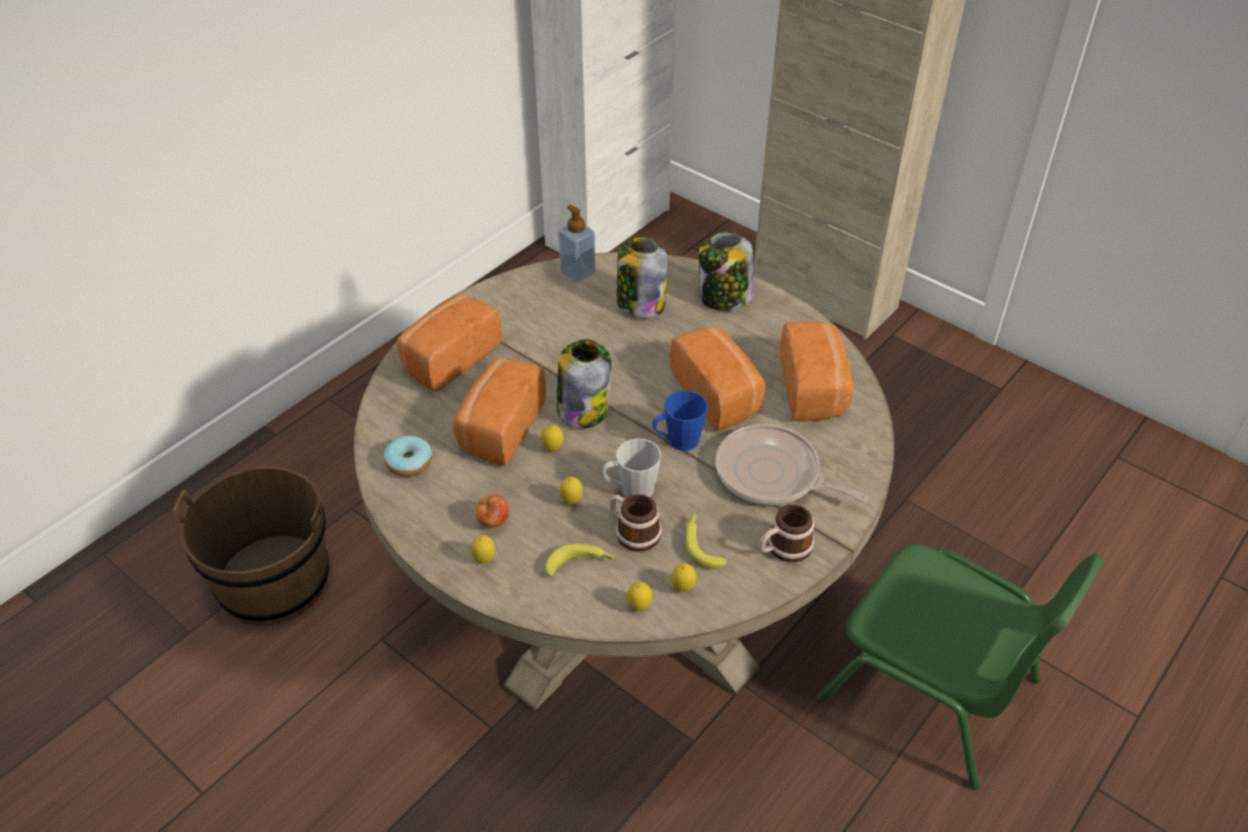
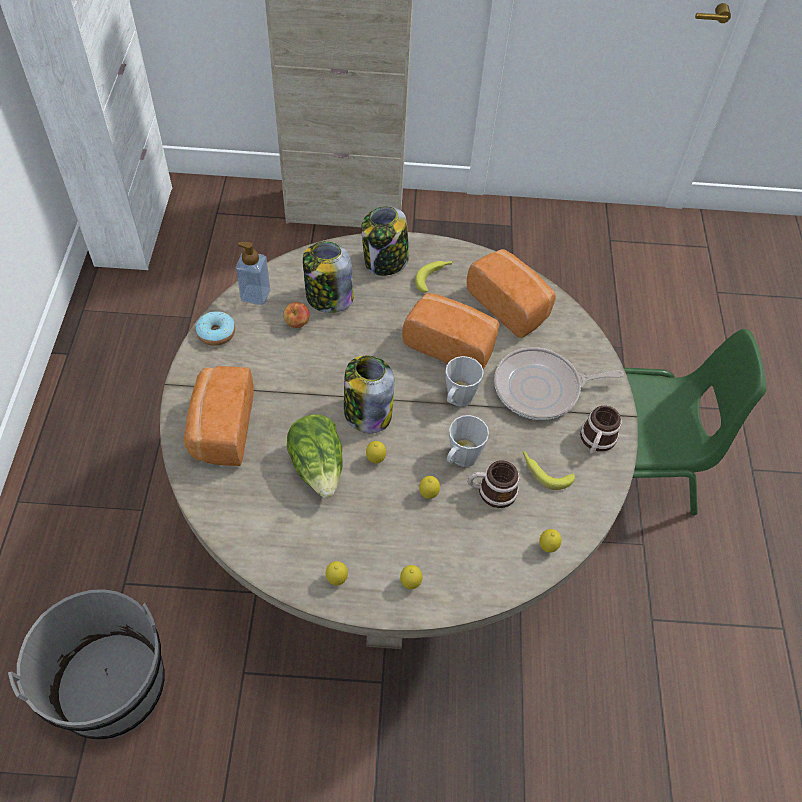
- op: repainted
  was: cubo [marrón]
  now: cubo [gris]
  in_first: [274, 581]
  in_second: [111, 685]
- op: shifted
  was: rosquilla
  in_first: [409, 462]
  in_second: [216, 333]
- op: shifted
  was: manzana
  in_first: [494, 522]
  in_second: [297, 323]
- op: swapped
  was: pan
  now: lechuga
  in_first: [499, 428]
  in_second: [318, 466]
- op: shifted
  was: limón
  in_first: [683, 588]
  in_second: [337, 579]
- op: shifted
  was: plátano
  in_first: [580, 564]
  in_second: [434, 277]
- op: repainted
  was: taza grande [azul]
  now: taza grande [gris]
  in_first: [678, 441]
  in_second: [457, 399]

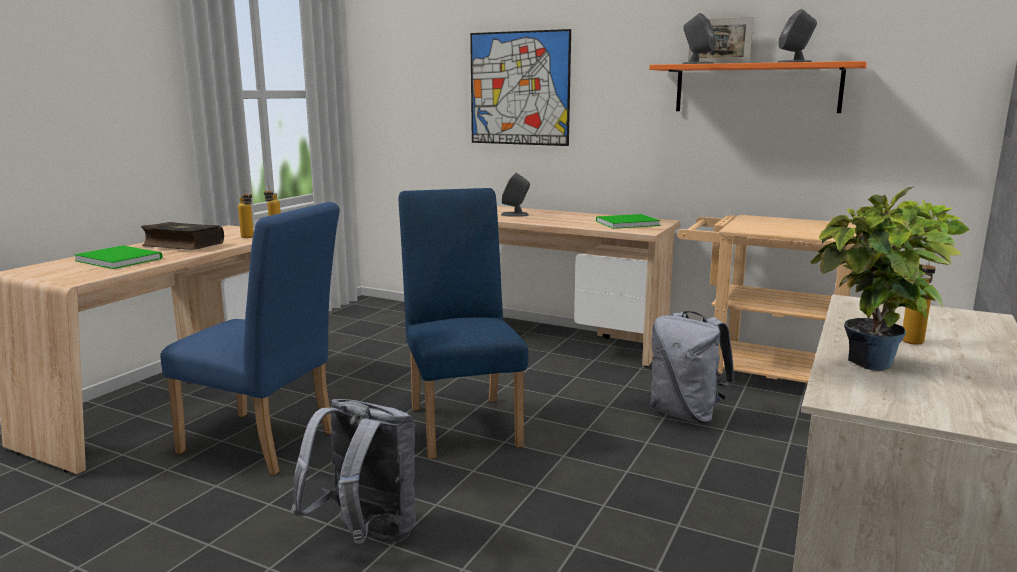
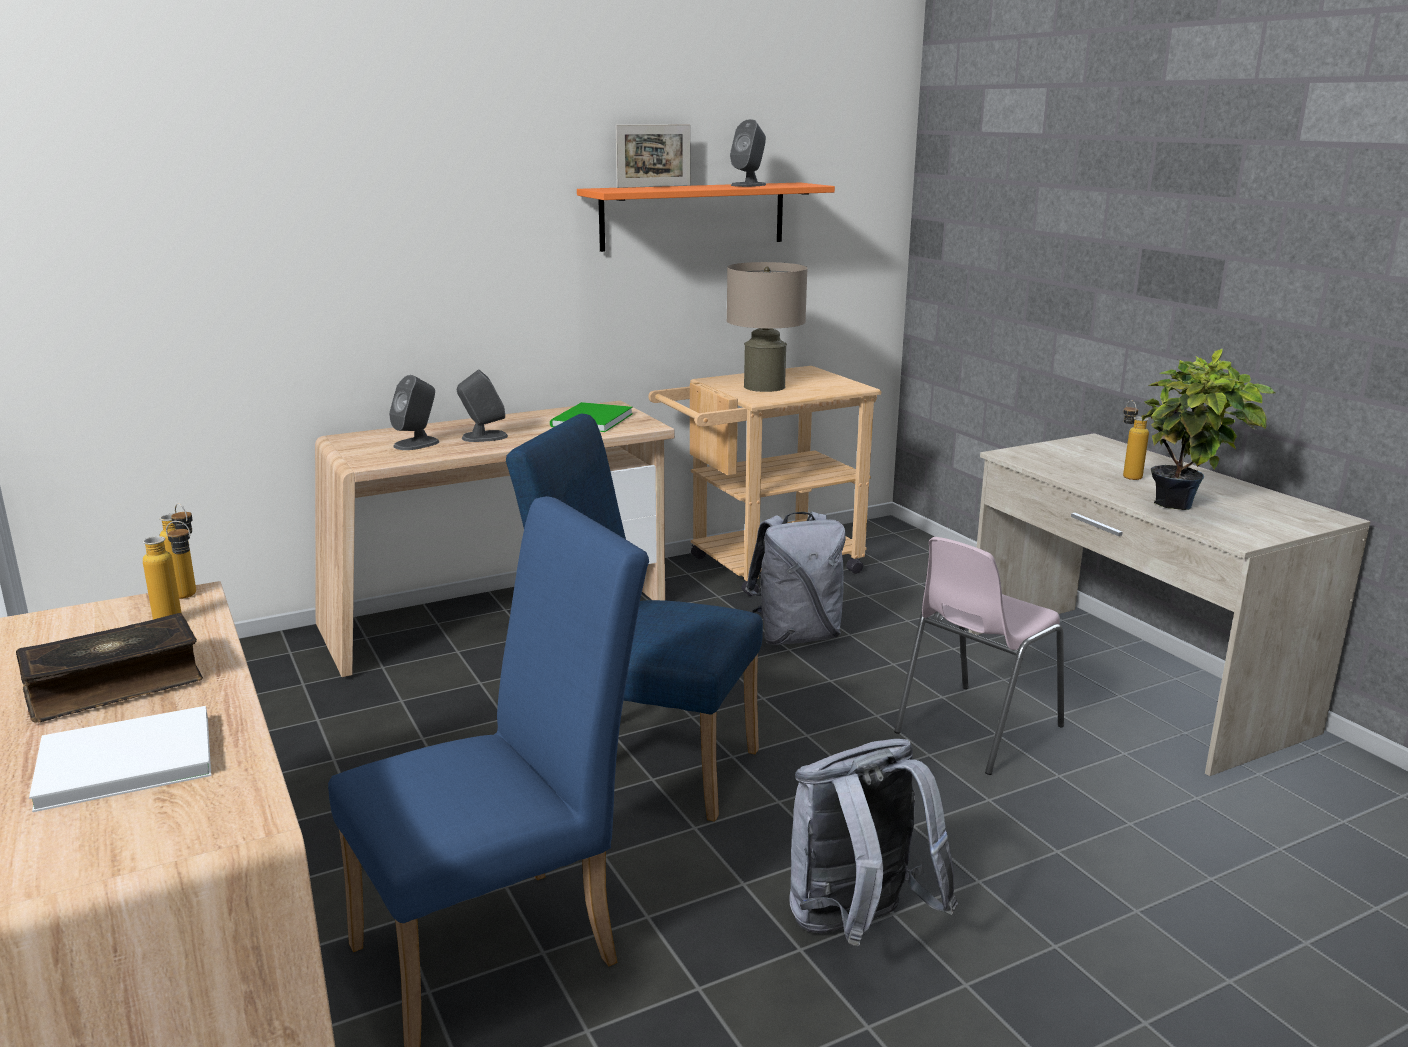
- op: repainted
  was: libro [verde]
  now: libro [blanco]
  in_first: [119, 259]
  in_second: [121, 760]
- op: shifted
  was: altavoz [gris]
  in_first: [697, 64]
  in_second: [484, 437]
- op: new
  now: lámpara de mesa [beis]
  in_second: [764, 386]
- op: new
  now: silla [rosa]
  in_second: [975, 729]
- op: gone
  was: cuadro
  in_first: [519, 88]

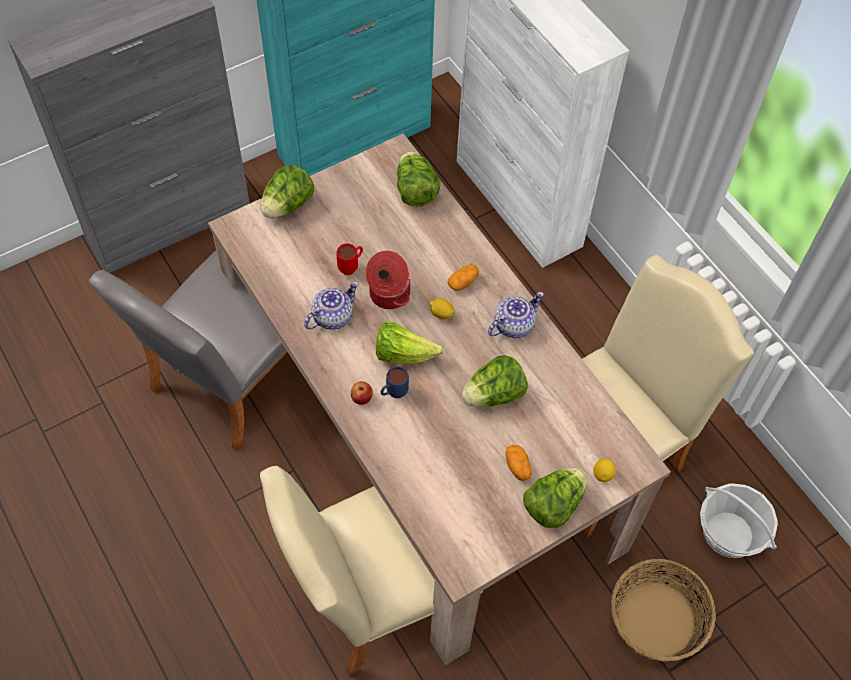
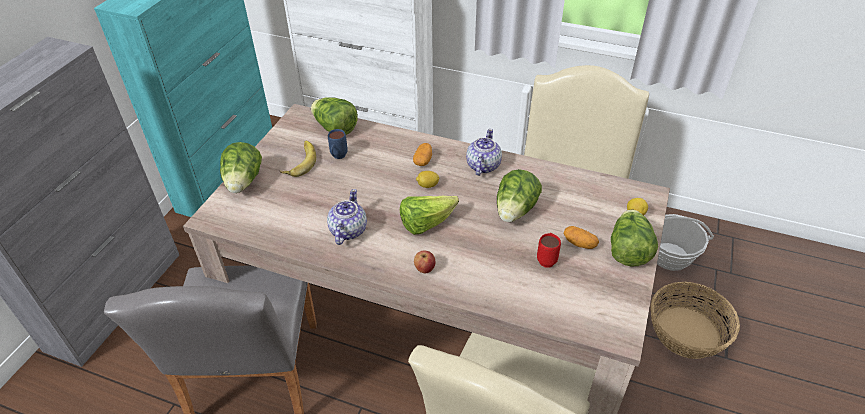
- op: new
  now: plátano
  in_second: [299, 161]
- op: shifted
  was: taza grande [azul]
  in_first: [393, 394]
  in_second: [338, 157]
- op: shifted
  was: taza grande [rojo]
  in_first: [351, 267]
  in_second: [547, 259]
- op: gone
  was: olla
  in_first: [388, 294]

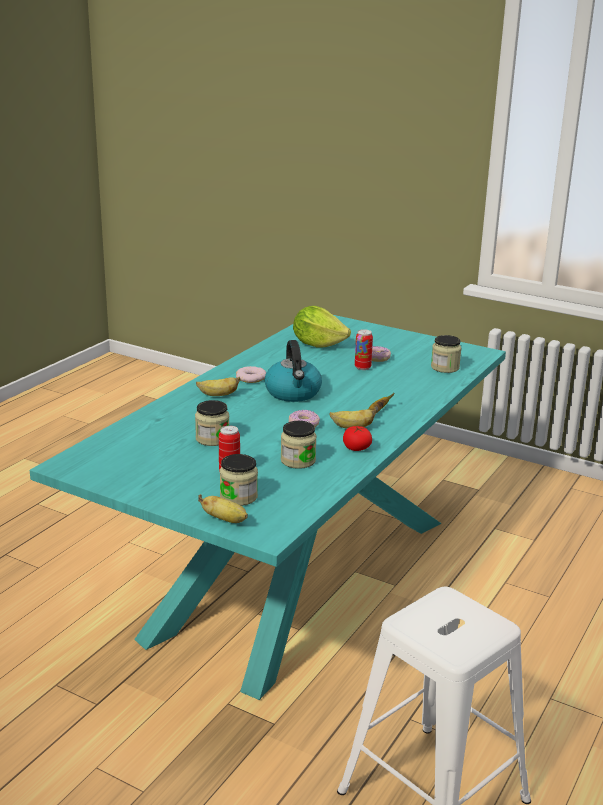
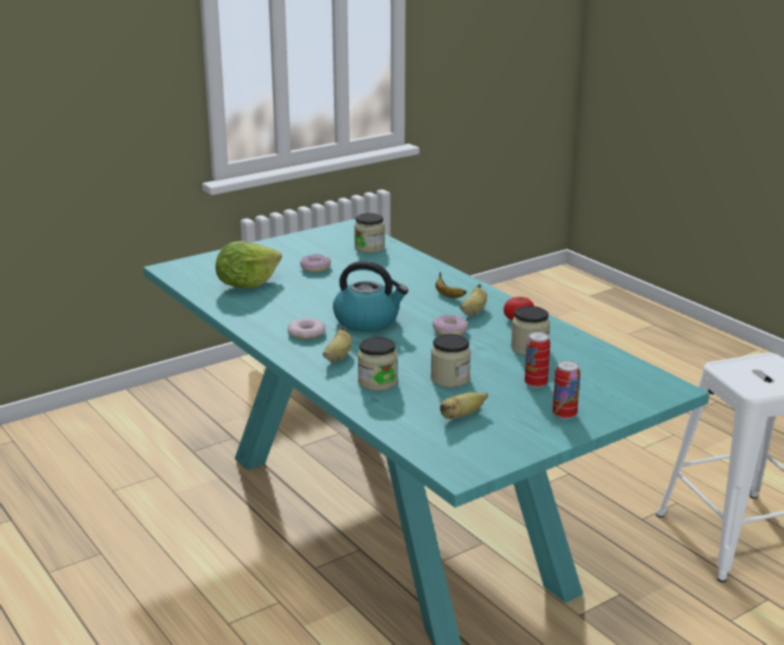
- op: shifted
  was: tarro
  in_first: [238, 497]
  in_second: [377, 382]
- op: shifted
  was: plátano
  in_first: [225, 520]
  in_second: [461, 416]
- op: shifted
  was: lata
  in_first: [362, 367]
  in_second: [564, 415]

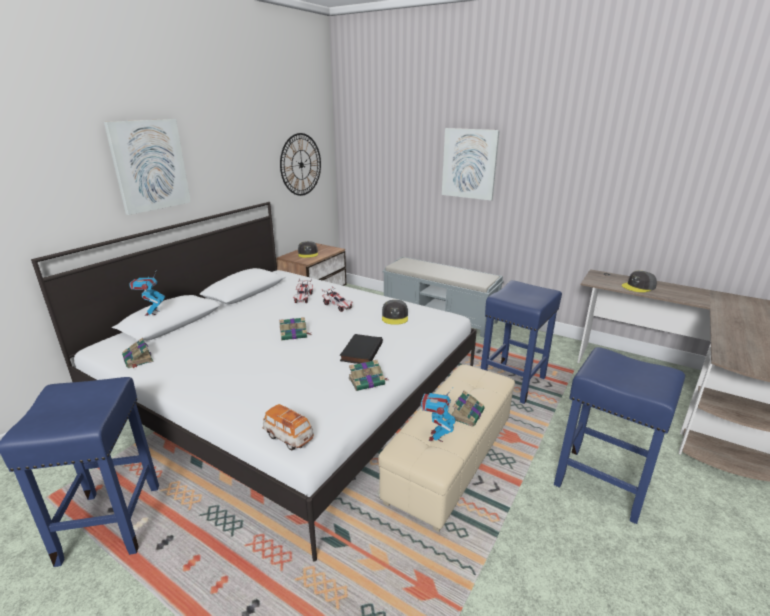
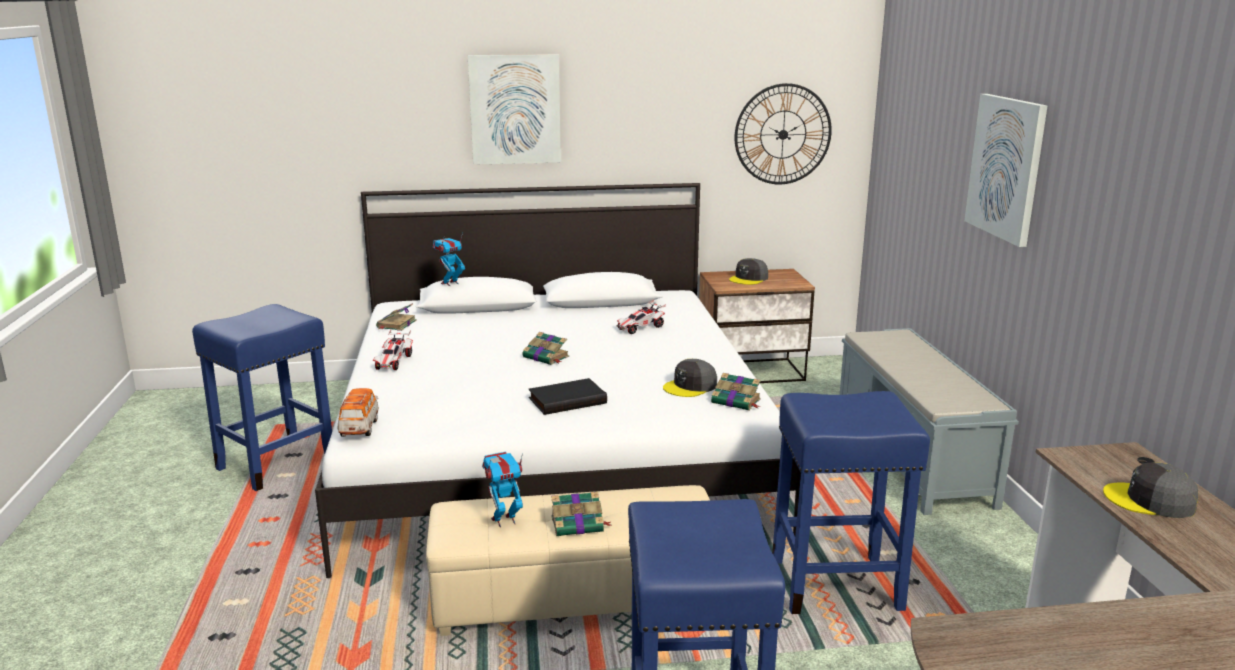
- op: shifted
  was: coche de juguete
  in_first: [338, 306]
  in_second: [393, 362]
- op: shifted
  was: libro
  in_first: [367, 381]
  in_second: [737, 401]

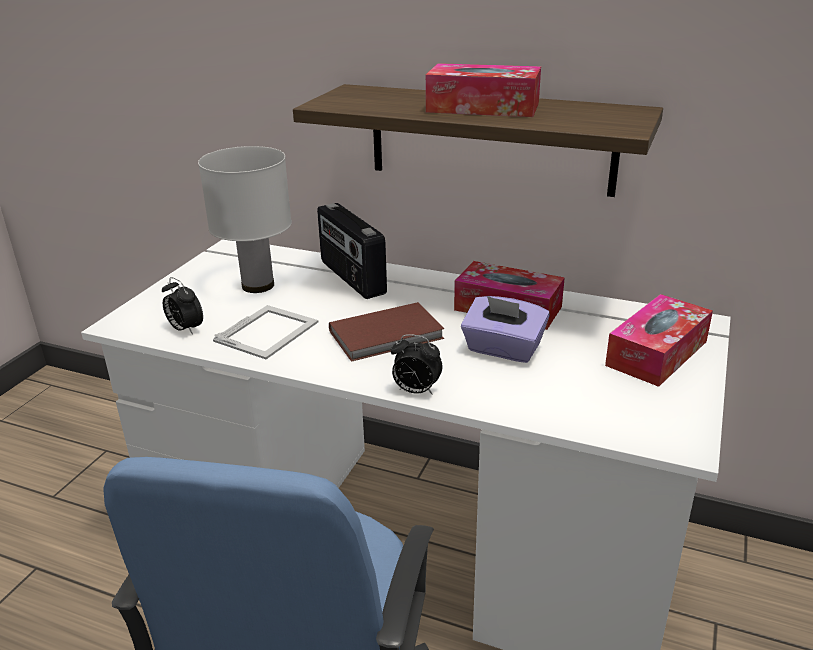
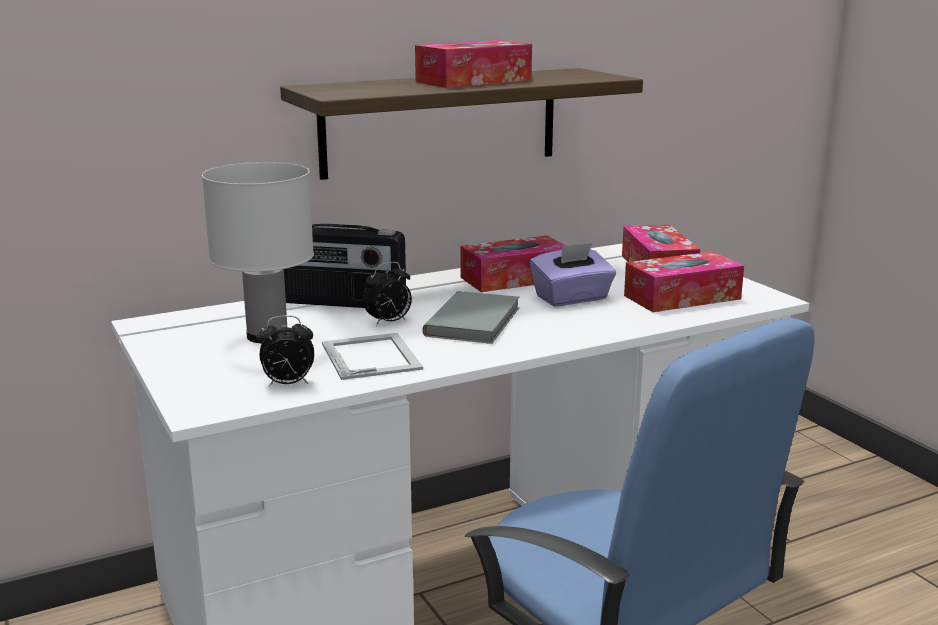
- op: shifted
  was: despertador
  in_first: [415, 391]
  in_second: [388, 322]
- op: repainted
  was: libro [marrón]
  now: libro [gris]
  in_first: [388, 335]
  in_second: [476, 321]
- op: new
  now: caja de pañuelos
  in_second: [682, 297]

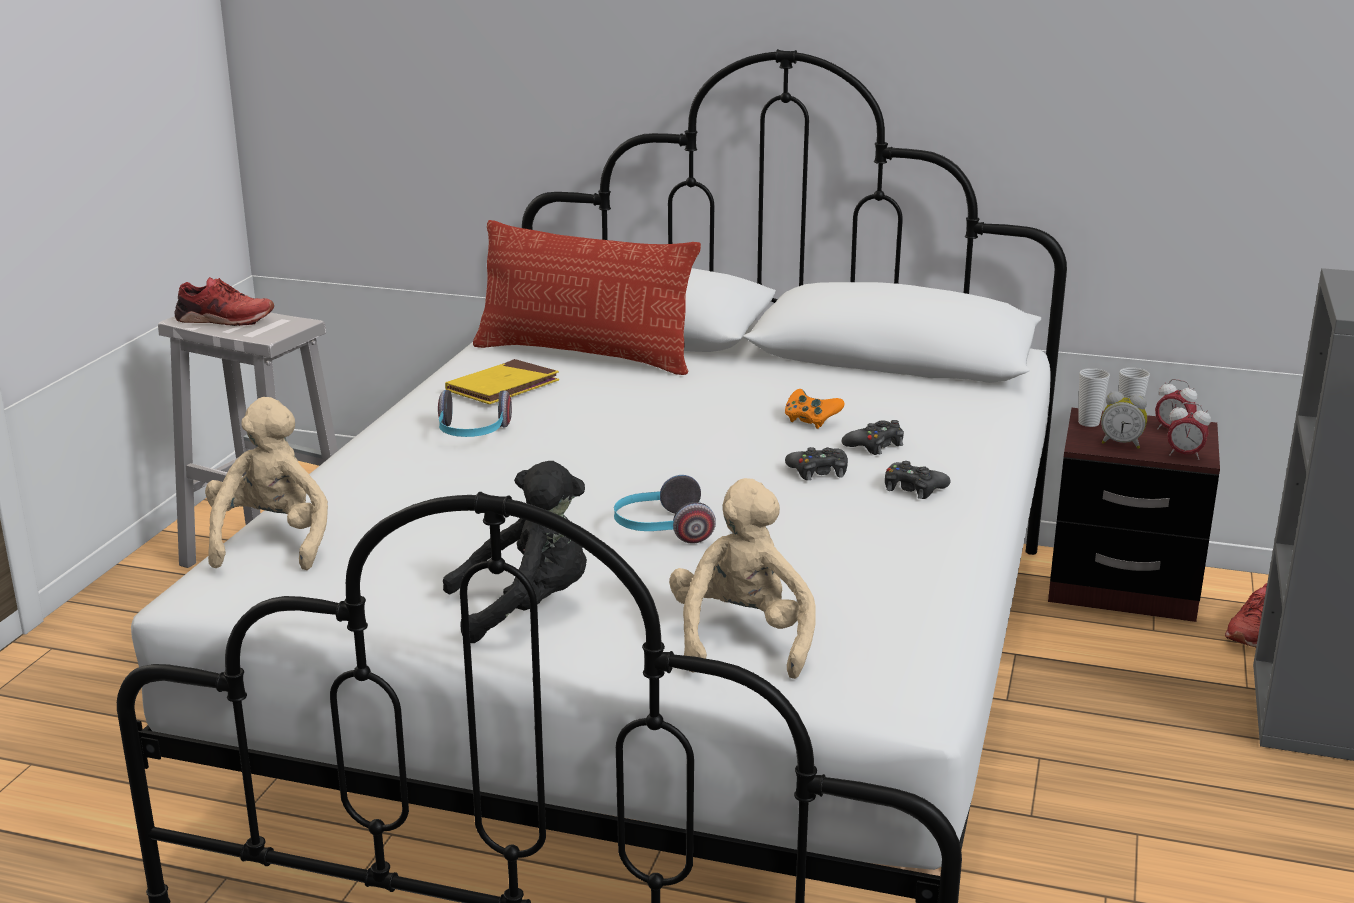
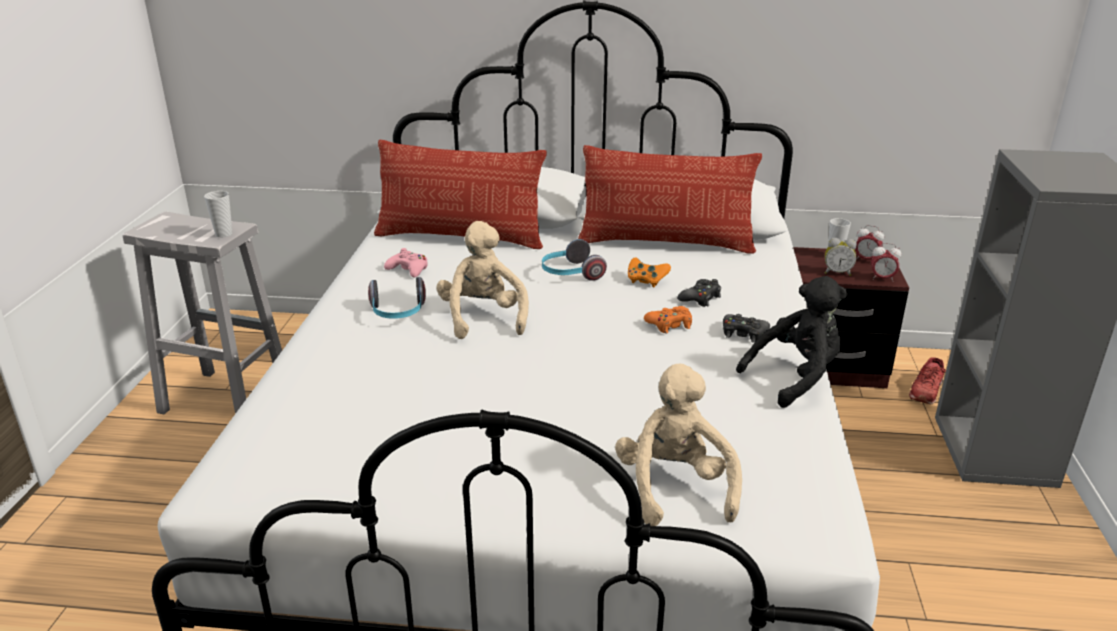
- op: shifted
  was: taza
  in_first: [1088, 423]
  in_second: [224, 234]
- op: swapped
  was: libro [amarillo]
  now: mando de consola [rosa]
  in_first: [503, 387]
  in_second: [408, 270]
- op: shifted
  was: peluche [beis]
  in_first: [272, 541]
  in_second: [483, 318]
- op: shifted
  was: auriculares
  in_first: [661, 530]
  in_second: [570, 274]
- op: new
  now: cojín
  in_second: [665, 243]
- op: repainted
  was: mando de consola [negro]
  now: mando de consola [naranja]
  in_first: [818, 471]
  in_second: [670, 324]
- op: shifted
  was: peluche [negro]
  in_first: [526, 608]
  in_second: [795, 378]
- op: gone
  was: zapato [rojo]
  in_first: [224, 319]

